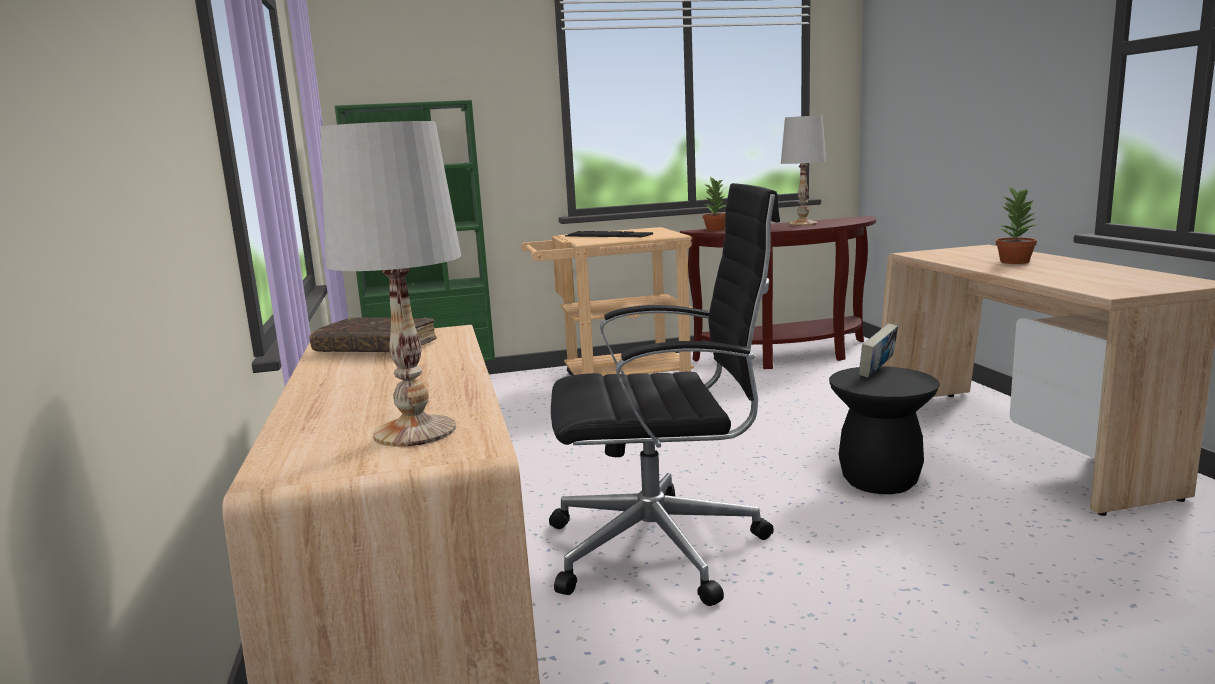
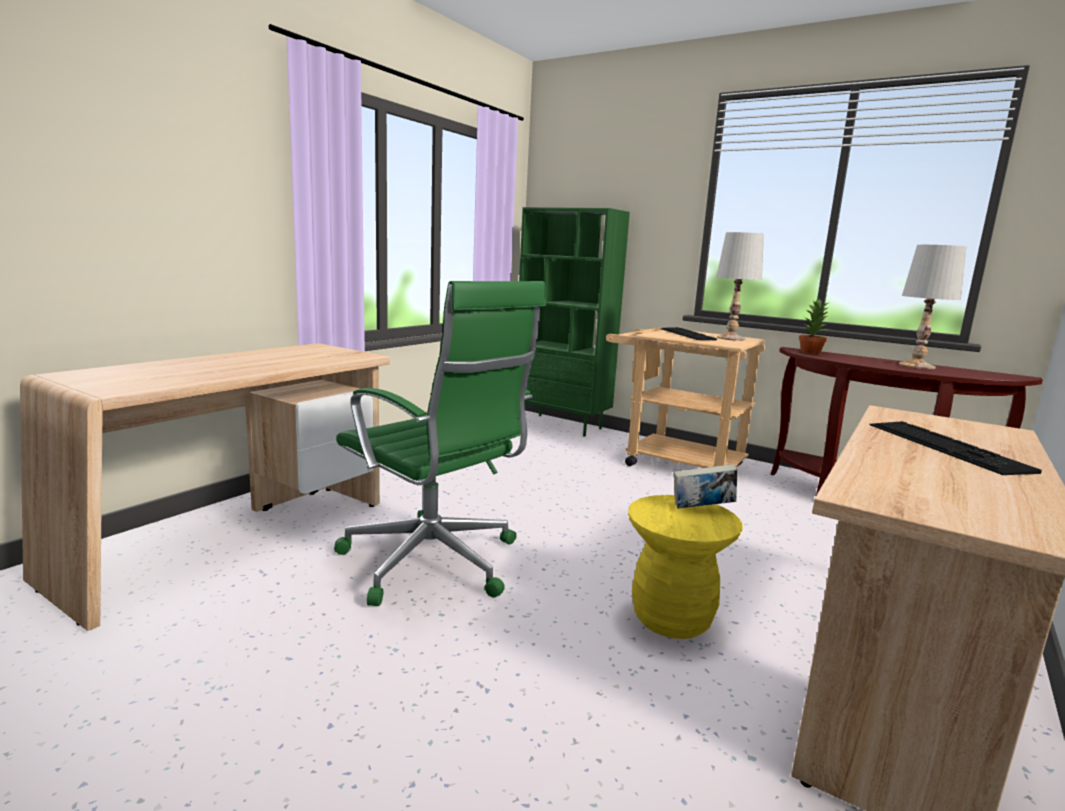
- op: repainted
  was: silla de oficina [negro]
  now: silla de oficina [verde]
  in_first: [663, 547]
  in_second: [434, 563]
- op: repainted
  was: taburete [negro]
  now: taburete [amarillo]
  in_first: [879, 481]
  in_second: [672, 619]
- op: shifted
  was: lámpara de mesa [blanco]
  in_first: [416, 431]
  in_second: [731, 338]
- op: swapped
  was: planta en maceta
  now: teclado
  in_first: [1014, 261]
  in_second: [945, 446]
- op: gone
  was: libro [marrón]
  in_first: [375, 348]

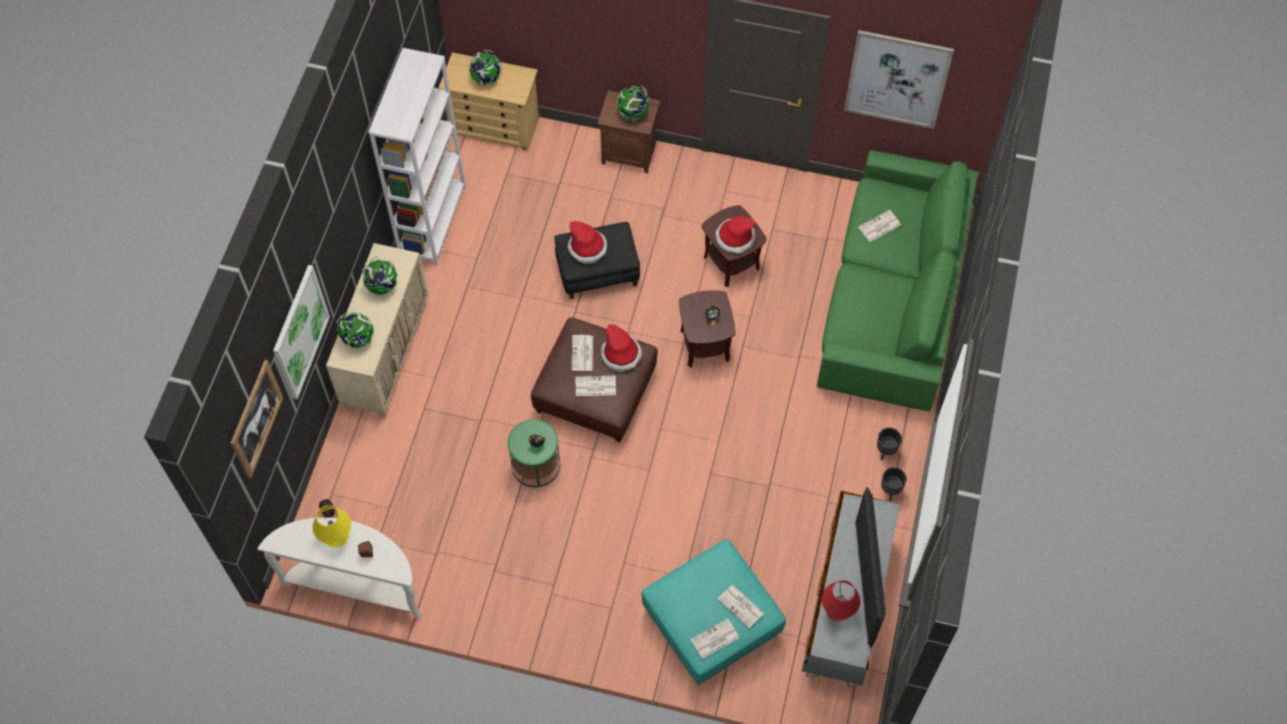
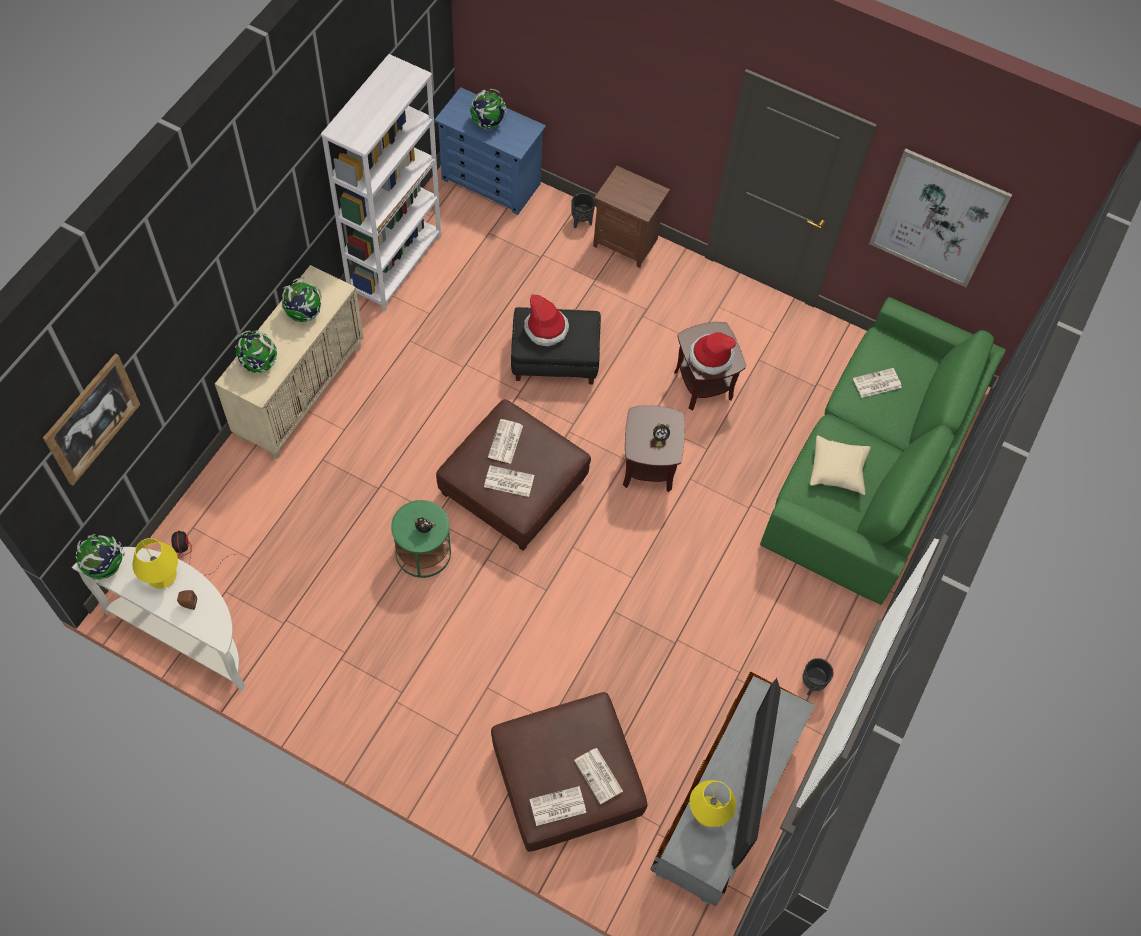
- op: shifted
  was: globo terráqueo
  in_first: [633, 113]
  in_second: [105, 566]
- op: repainted
  was: cómoda [beis]
  now: cómoda [azul]
  in_first: [495, 127]
  in_second: [491, 182]
- op: repainted
  was: puf [turquesa]
  now: puf [marrón]
  in_first: [712, 621]
  in_second: [567, 781]
- op: shifted
  was: maceta [negro]
  in_first: [885, 452]
  in_second: [581, 222]
- op: repainted
  was: lámpara de mesa [rojo]
  now: lámpara de mesa [amarillo]
  in_first: [838, 609]
  in_second: [708, 811]
- op: new
  now: cojín [beis]
  in_second: [838, 470]
- op: gone
  was: cuadro
  in_first: [300, 332]
- op: gone
  was: sombrero
  in_first: [621, 354]

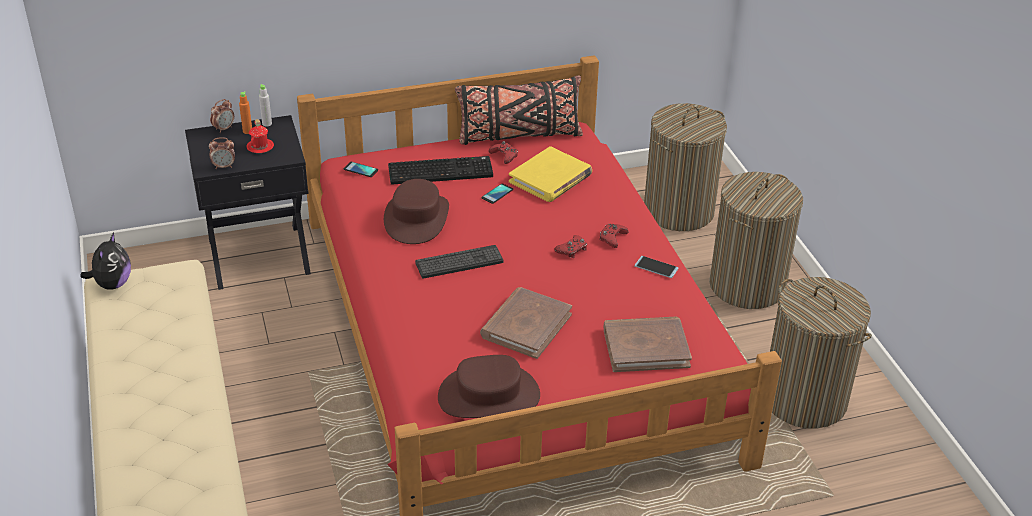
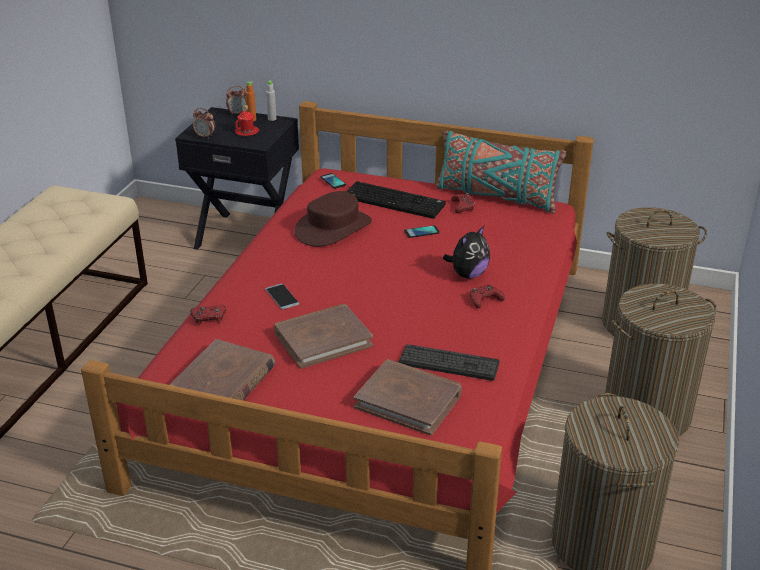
- op: swapped
  was: sombrero [marrón]
  now: libro [marrón]
  in_first: [488, 396]
  in_second: [224, 381]
- op: shifted
  was: mando de consola [rojo]
  in_first: [572, 250]
  in_second: [209, 318]
- op: shifted
  was: móvil
  in_first: [656, 267]
  in_second: [282, 297]
- op: shifted
  was: teclado
  in_first: [459, 262]
  in_second: [449, 363]
- op: repainted
  was: cojín [negro]
  now: cojín [turquesa]
  in_first: [519, 135]
  in_second: [496, 196]
- op: shifted
  was: peluche
  in_first: [112, 284]
  in_second: [468, 274]
- op: gone
  was: libro [amarillo]
  in_first: [550, 178]

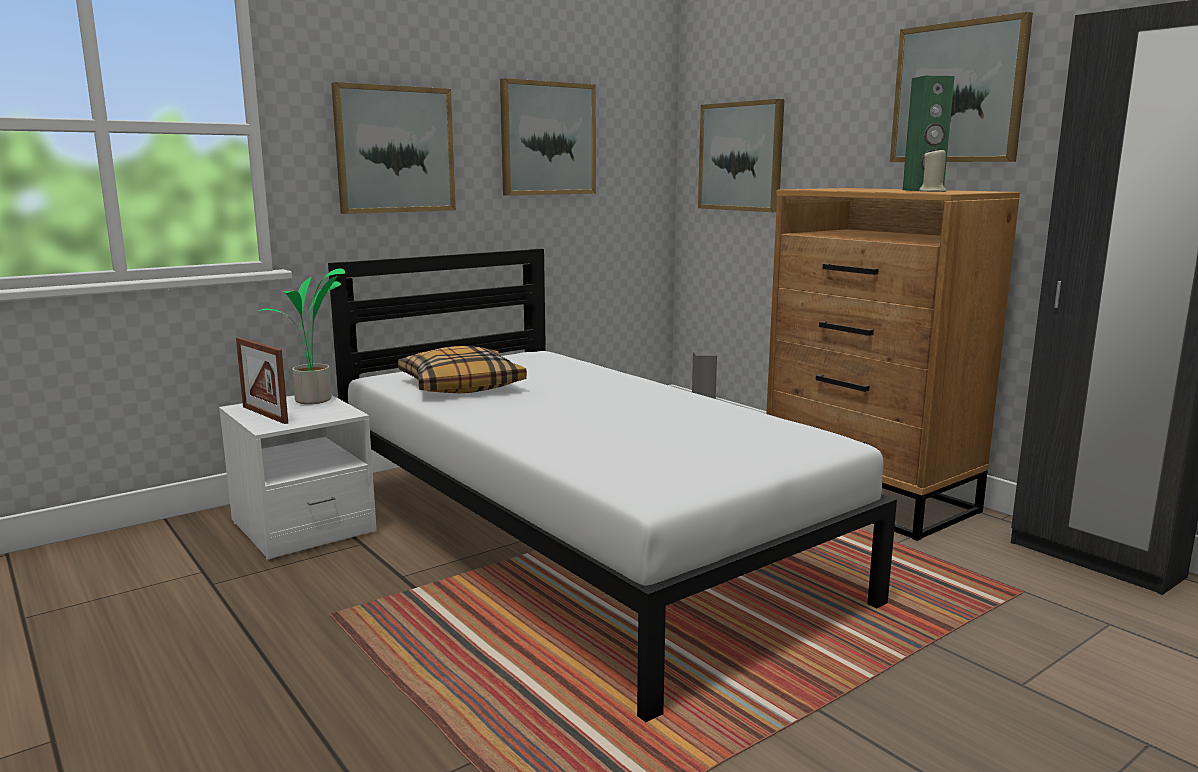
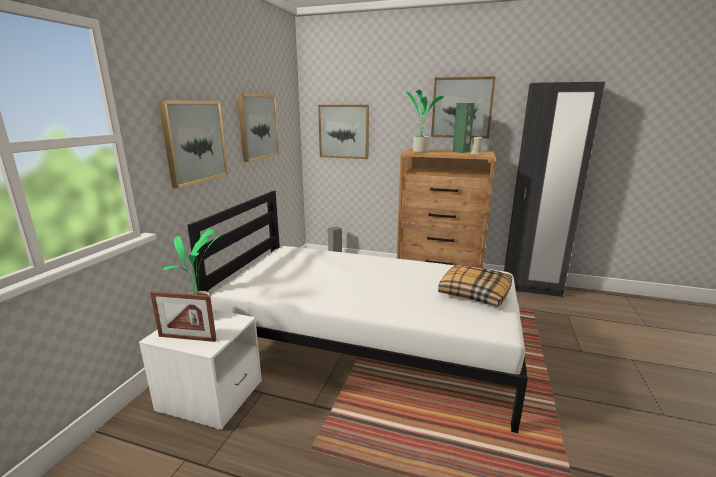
- op: new
  now: planta en maceta
  in_second: [419, 152]
- op: shifted
  was: cojín
  in_first: [461, 385]
  in_second: [474, 292]

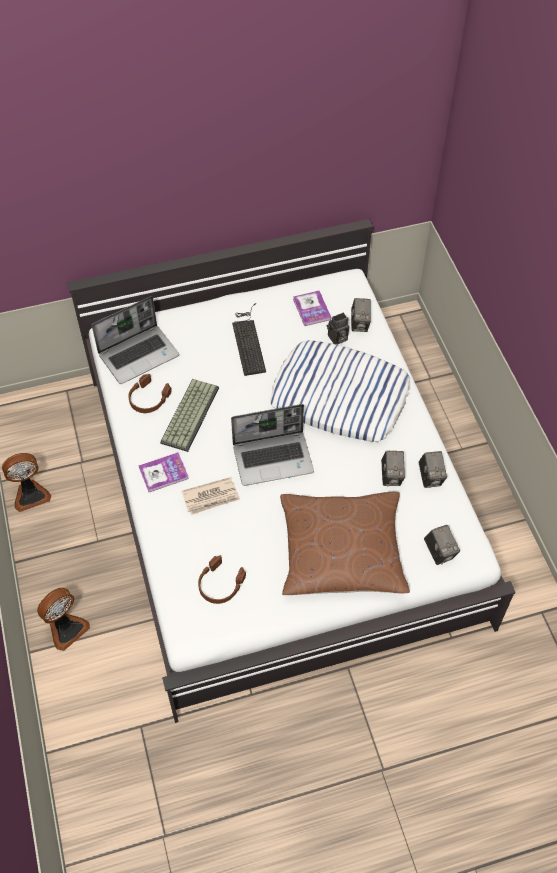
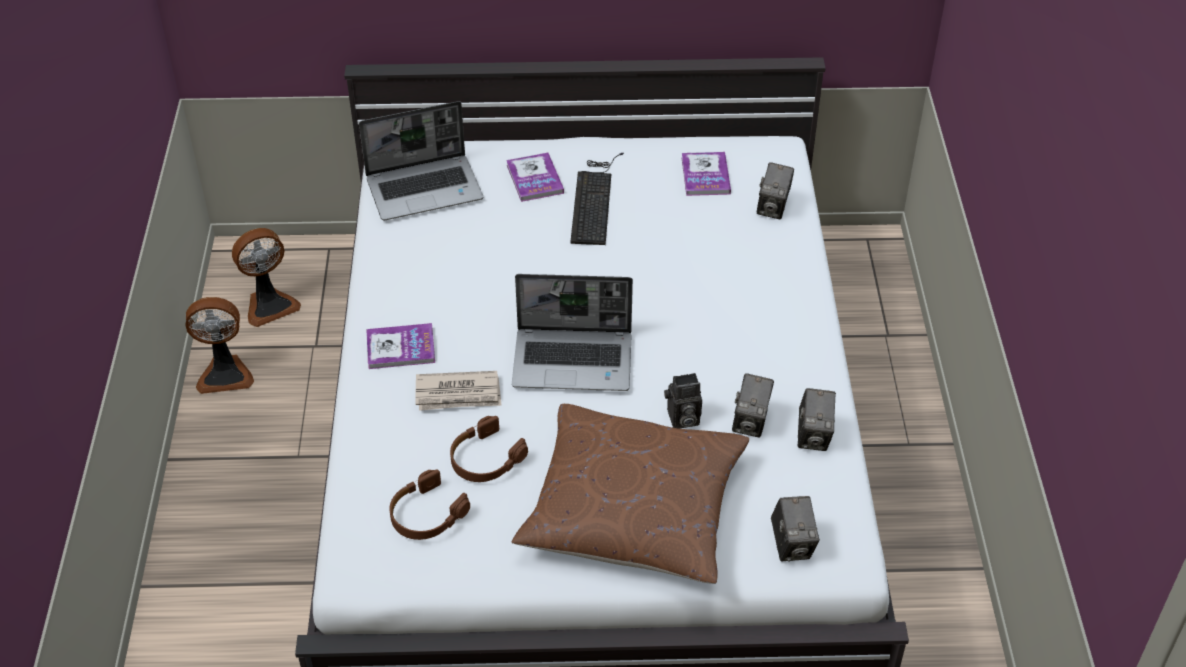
- op: shifted
  was: ventilador
  in_first: [66, 628]
  in_second: [269, 305]
- op: shifted
  was: auriculares [marrón]
  in_first: [148, 398]
  in_second: [485, 459]
- op: new
  now: libro
  in_second: [534, 179]
- op: shifted
  was: cámara
  in_first: [337, 339]
  in_second: [682, 419]
- op: gone
  was: teclado
  in_first: [189, 414]
- op: gone
  was: cojín
  in_first: [340, 397]

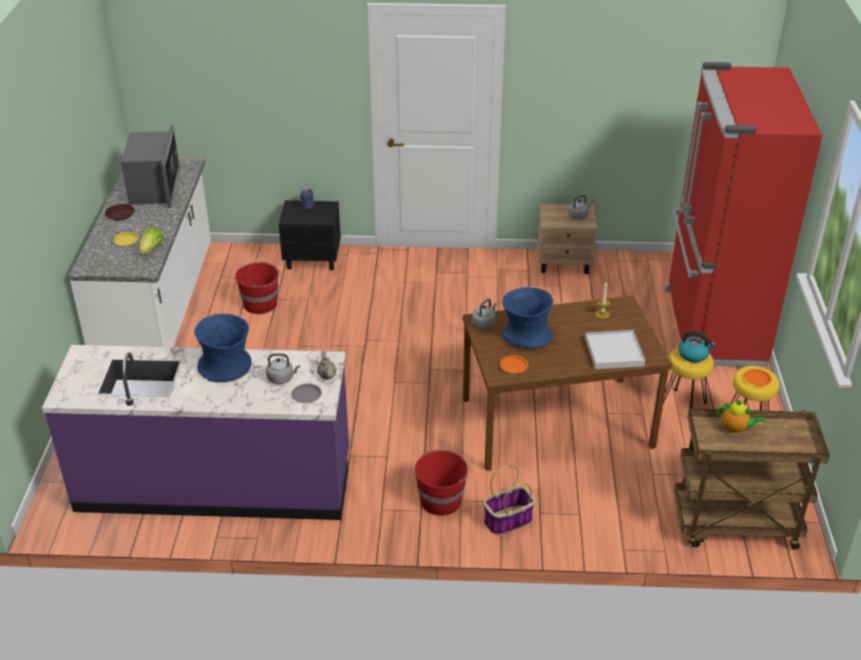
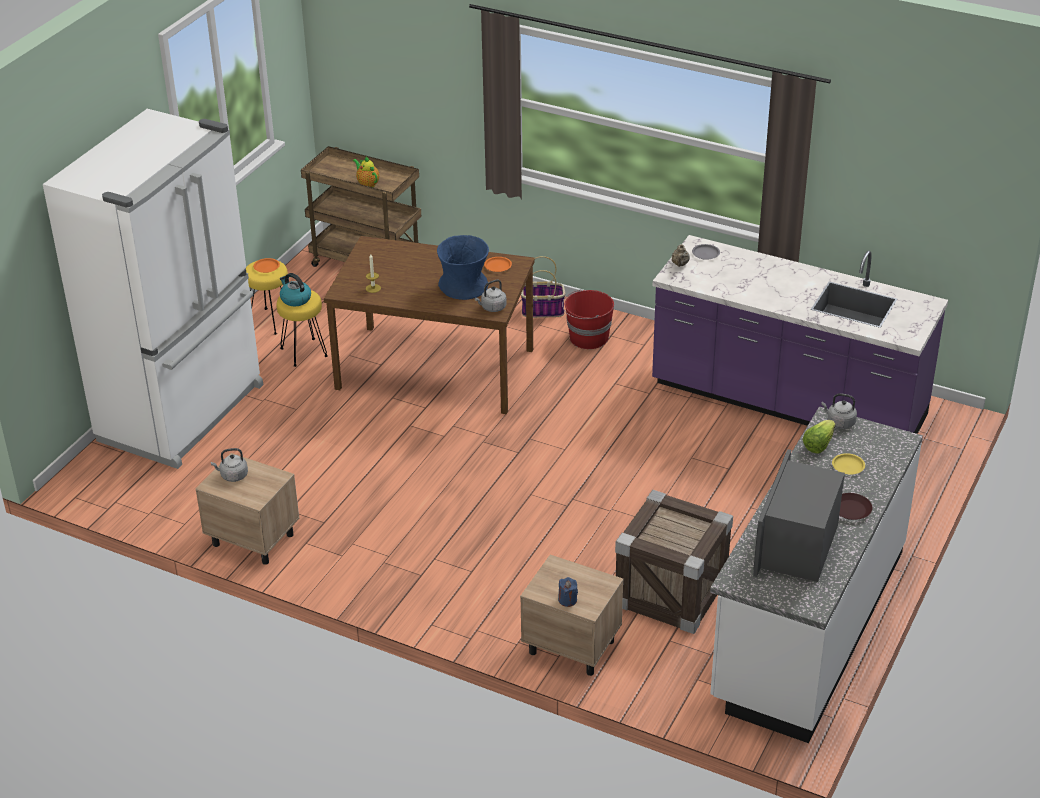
- op: repainted
  was: nevera [rojo]
  now: nevera [blanco]
  in_first: [711, 327]
  in_second: [184, 413]
- op: repainted
  was: mesita de noche [negro]
  now: mesita de noche [beis]
  in_first: [313, 259]
  in_second: [570, 646]
- op: swapped
  was: cubo [rojo]
  now: caja de embalaje
  in_first: [261, 304]
  in_second: [671, 593]
- op: shifted
  was: hervidor [gris]
  in_first: [282, 378]
  in_second: [839, 422]
- op: gone
  was: florero [azul]
  in_first: [226, 367]
- op: gone
  was: bandeja [blanco]
  in_first: [614, 352]

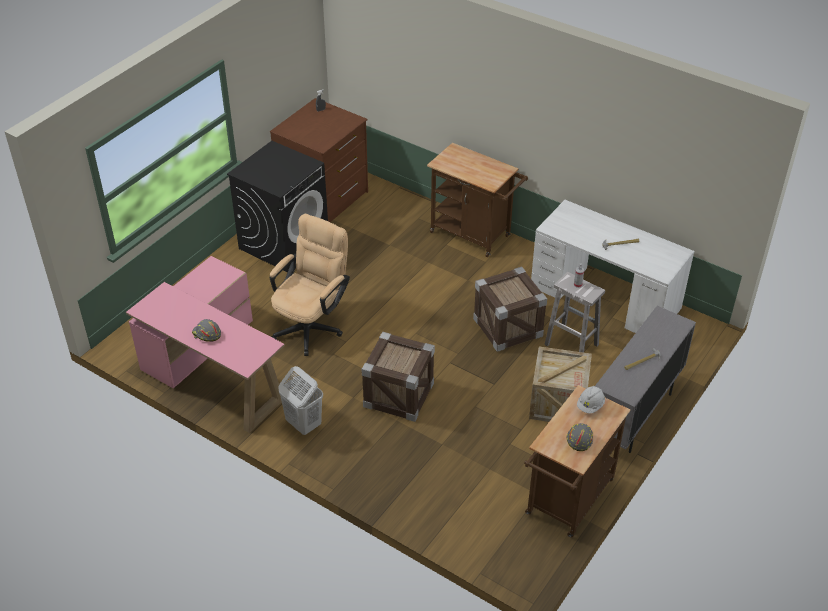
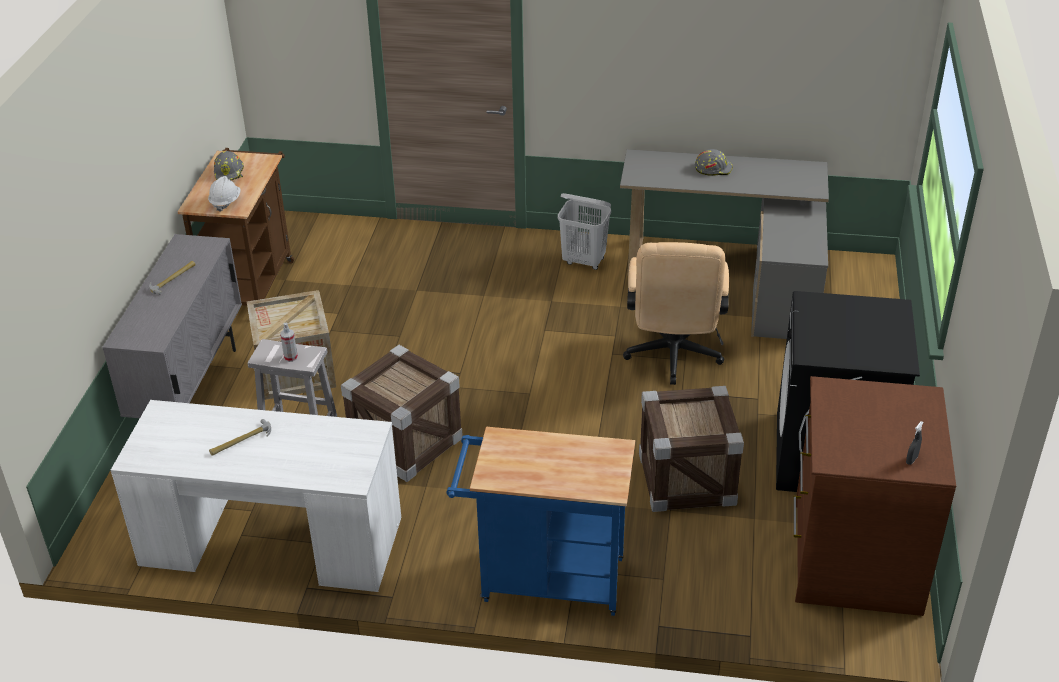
- op: repainted
  was: carrito [marrón]
  now: carrito [azul]
  in_first: [474, 236]
  in_second: [543, 579]
- op: repainted
  was: escritorio [rosa]
  now: escritorio [gris]
  in_first: [214, 370]
  in_second: [736, 277]
- op: shifted
  was: caja de embalaje
  in_first: [398, 395]
  in_second: [686, 479]

